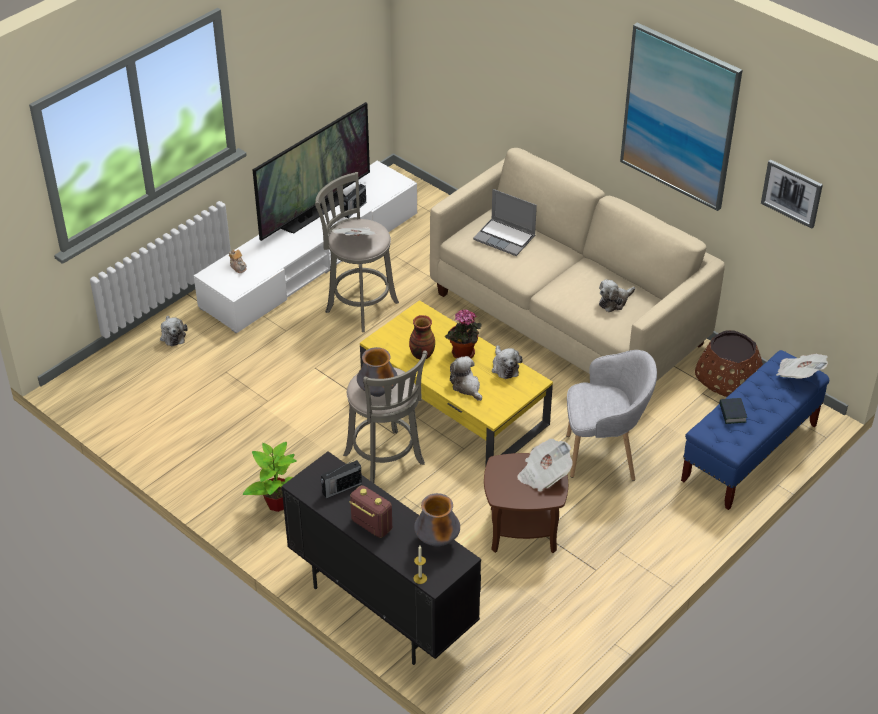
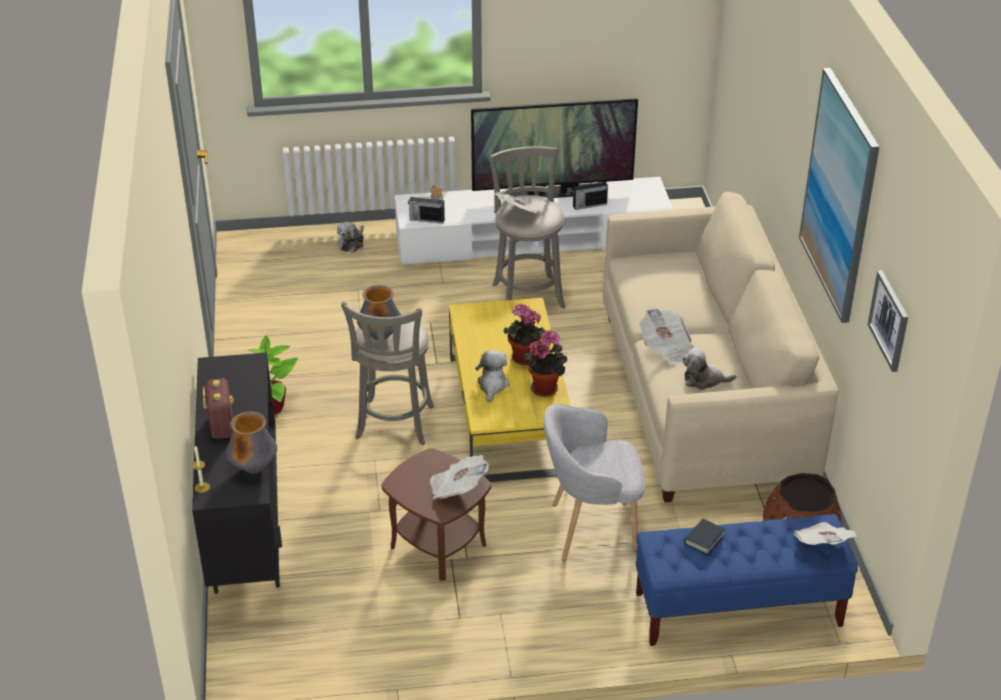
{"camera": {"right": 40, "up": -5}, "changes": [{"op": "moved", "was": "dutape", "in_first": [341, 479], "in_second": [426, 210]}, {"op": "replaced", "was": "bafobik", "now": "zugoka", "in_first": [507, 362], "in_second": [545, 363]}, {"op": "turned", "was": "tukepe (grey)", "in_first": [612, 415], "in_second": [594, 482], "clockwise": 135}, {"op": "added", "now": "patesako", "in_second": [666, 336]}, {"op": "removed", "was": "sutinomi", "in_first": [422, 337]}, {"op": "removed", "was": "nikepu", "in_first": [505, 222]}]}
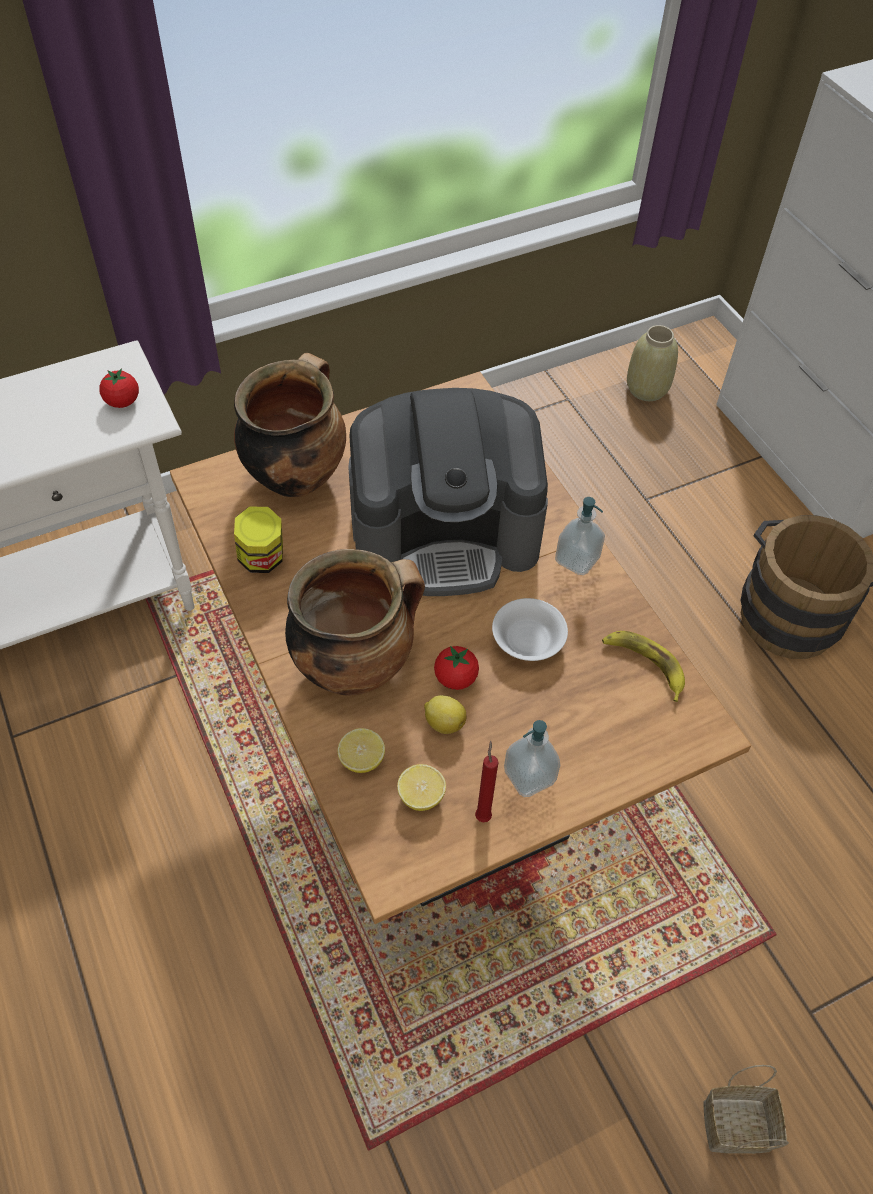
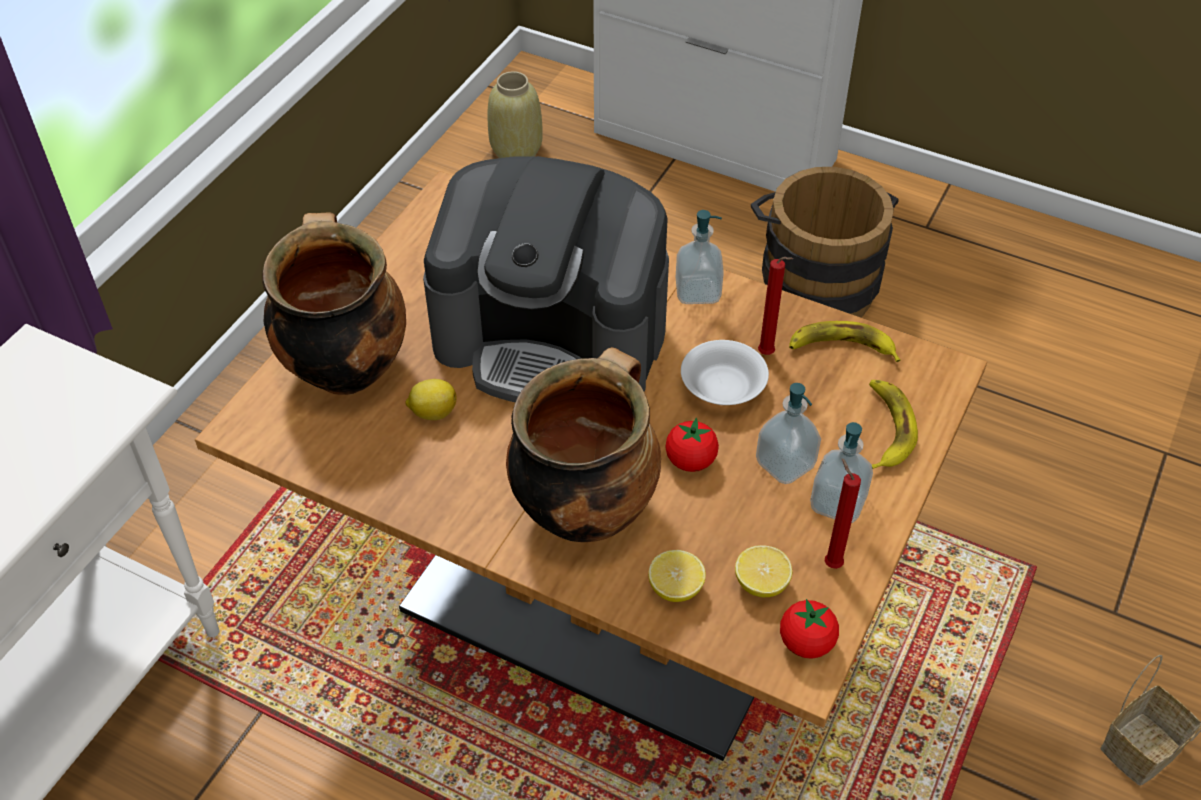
{"camera": {"right": -35, "up": -5}, "changes": [{"op": "moved", "was": "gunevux", "in_first": [445, 714], "in_second": [431, 399]}, {"op": "turned", "was": "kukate", "in_first": [448, 492], "in_second": [546, 279], "clockwise": 60}, {"op": "added", "now": "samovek", "in_second": [788, 433]}, {"op": "added", "now": "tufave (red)", "in_second": [775, 306]}, {"op": "moved", "was": "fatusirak", "in_first": [119, 388], "in_second": [809, 629]}, {"op": "added", "now": "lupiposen", "in_second": [893, 424]}, {"op": "removed", "was": "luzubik", "in_first": [258, 539]}]}
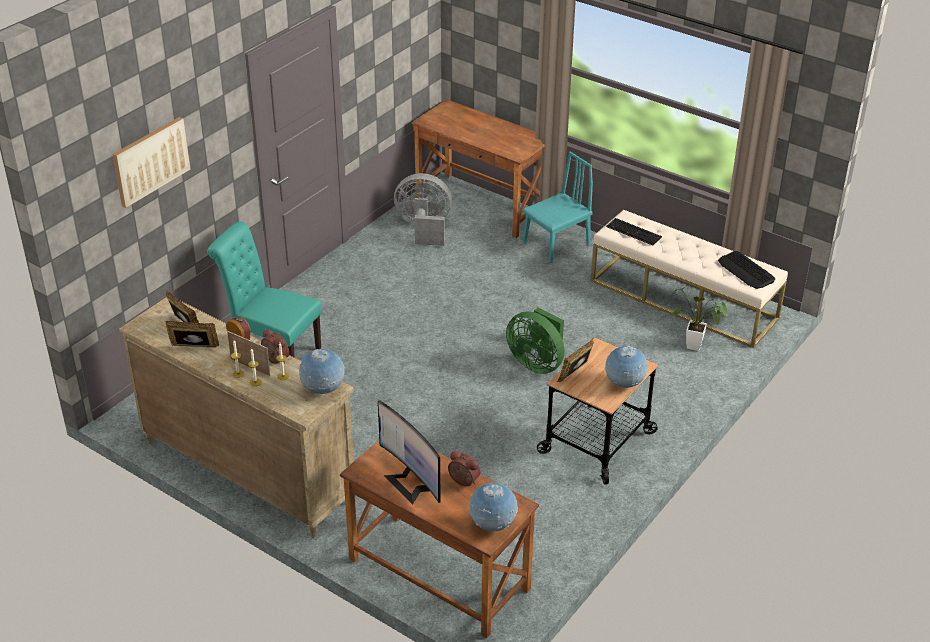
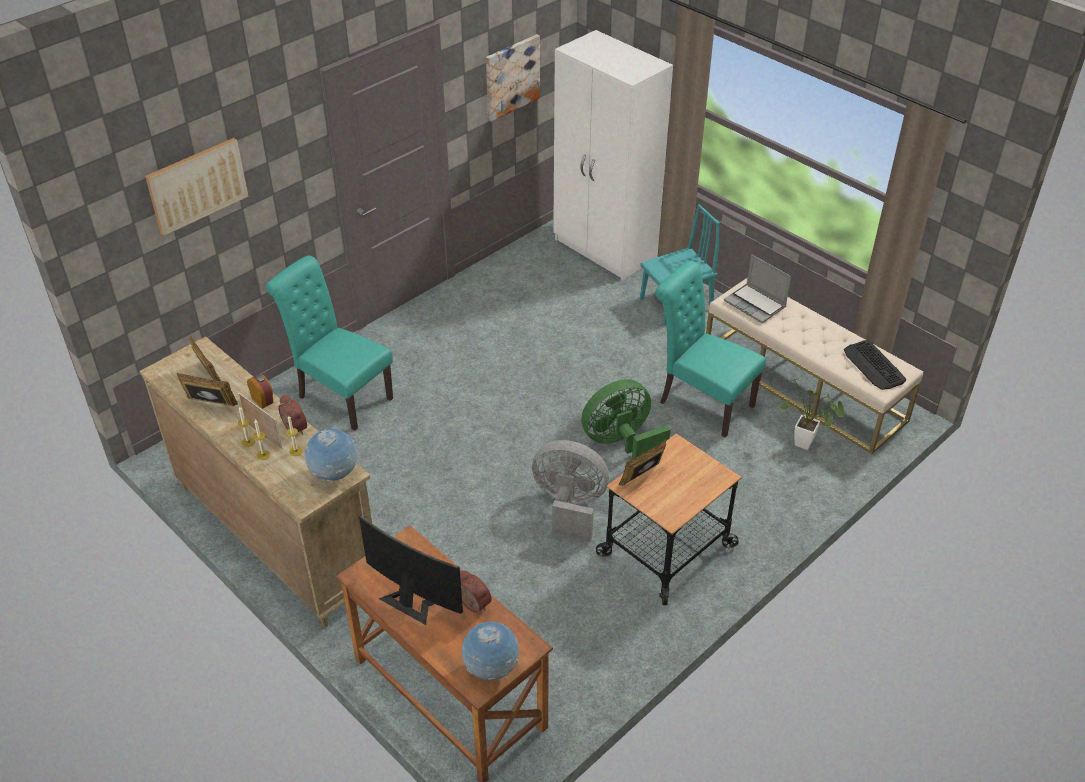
{"camera": {"right": 10, "up": 5}, "changes": [{"op": "turned", "was": "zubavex", "in_first": [409, 452], "in_second": [411, 570], "clockwise": 150}, {"op": "added", "now": "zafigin", "in_second": [513, 78]}, {"op": "moved", "was": "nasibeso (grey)", "in_first": [423, 209], "in_second": [570, 491]}, {"op": "replaced", "was": "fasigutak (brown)", "now": "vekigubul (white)", "in_first": [478, 168], "in_second": [613, 155]}, {"op": "turned", "was": "nasibeso (green)", "in_first": [535, 341], "in_second": [625, 419], "clockwise": 105}, {"op": "added", "now": "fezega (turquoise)", "in_second": [710, 349]}, {"op": "replaced", "was": "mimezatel", "now": "nikepu", "in_first": [634, 232], "in_second": [757, 288]}, {"op": "removed", "was": "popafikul", "in_first": [625, 367]}]}
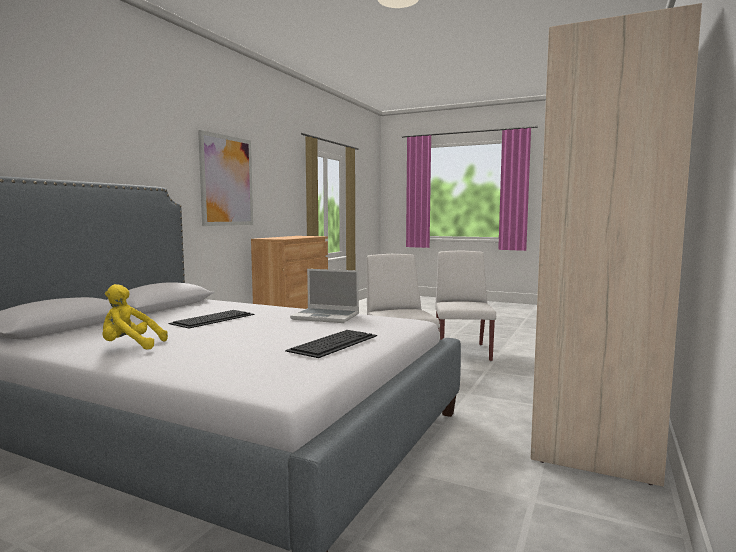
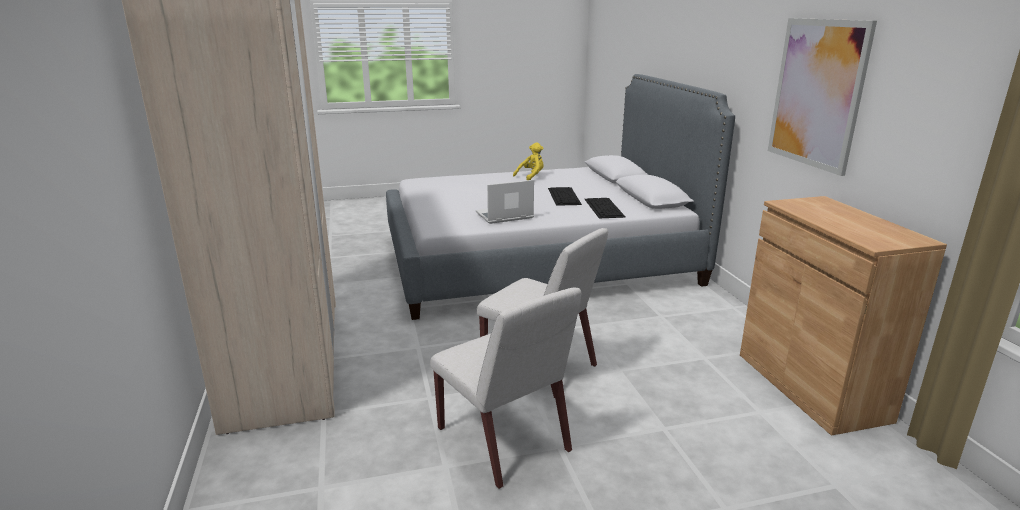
{"camera": {"right": 140, "up": 15}, "changes": [{"op": "moved", "was": "mimezatel", "in_first": [331, 344], "in_second": [605, 208]}]}
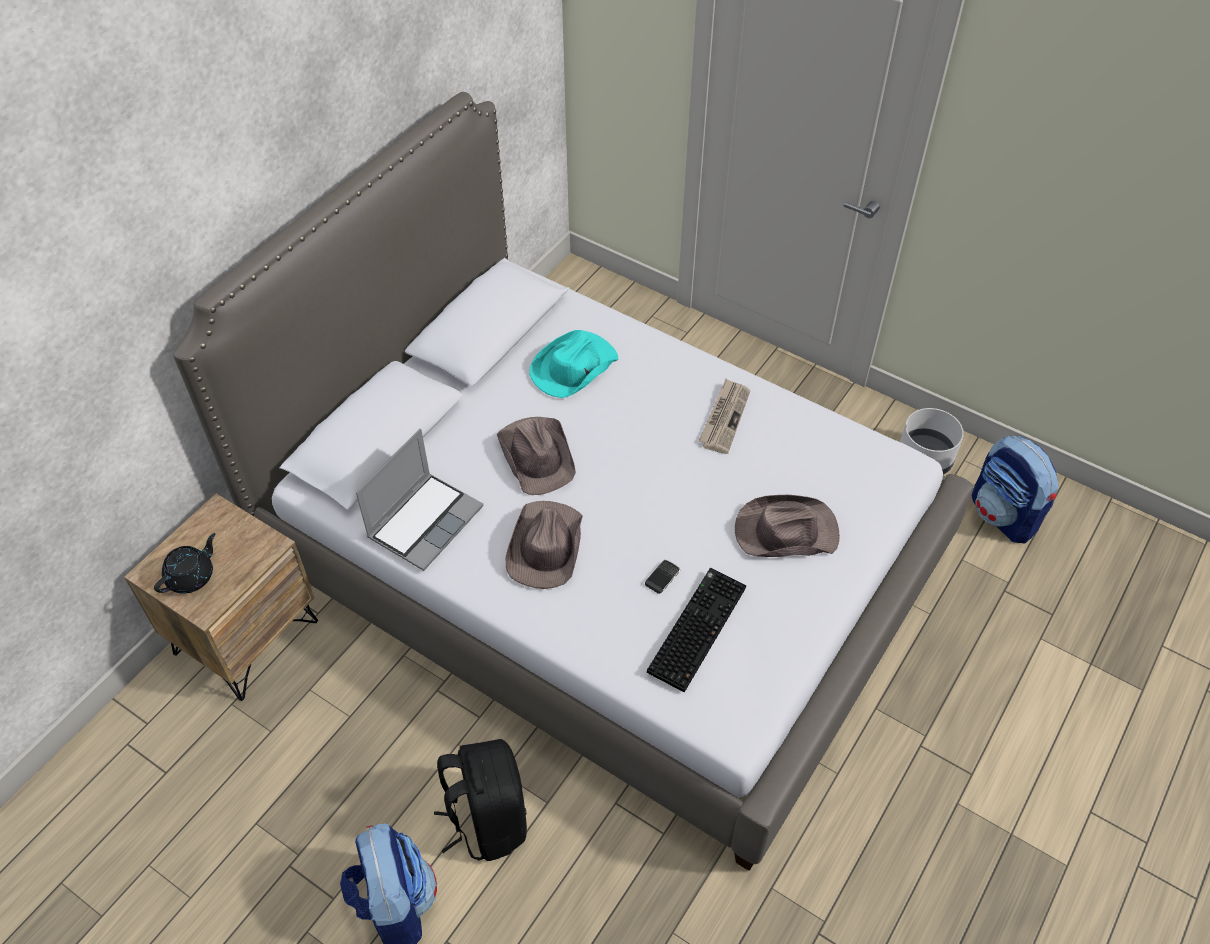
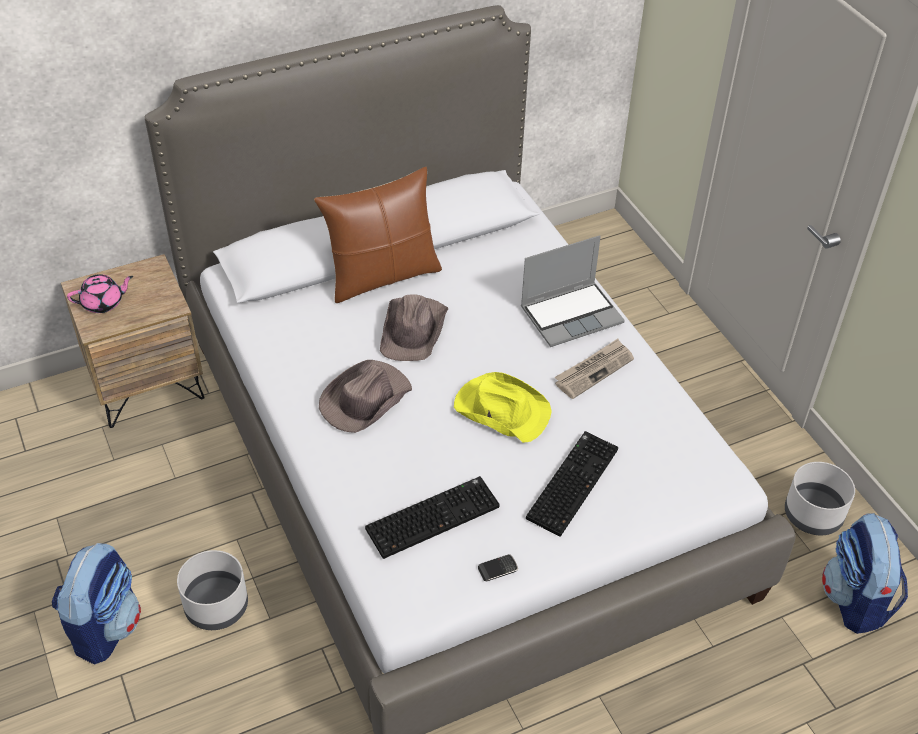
{"camera": {"right": 30, "up": -5}, "changes": [{"op": "recoloured", "was": "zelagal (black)", "now": "zelagal (pink)", "in_first": [184, 563], "in_second": [100, 293]}, {"op": "replaced", "was": "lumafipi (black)", "now": "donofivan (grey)", "in_first": [480, 800], "in_second": [212, 590]}, {"op": "added", "now": "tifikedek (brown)", "in_second": [378, 235]}, {"op": "added", "now": "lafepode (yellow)", "in_second": [503, 407]}, {"op": "moved", "was": "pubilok", "in_first": [662, 577], "in_second": [498, 567]}, {"op": "moved", "was": "nikepu", "in_first": [419, 500], "in_second": [573, 291]}, {"op": "replaced", "was": "lafepode (brown)", "now": "mimezatel", "in_first": [787, 526], "in_second": [572, 484]}, {"op": "removed", "was": "lafepode (turquoise)", "in_first": [574, 364]}]}
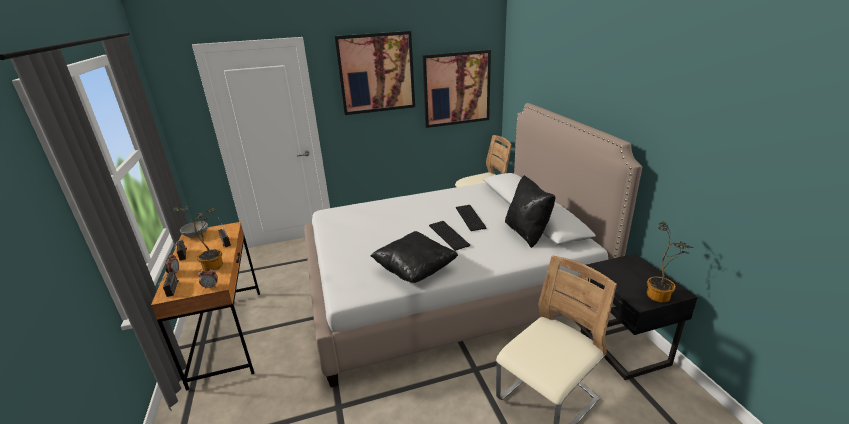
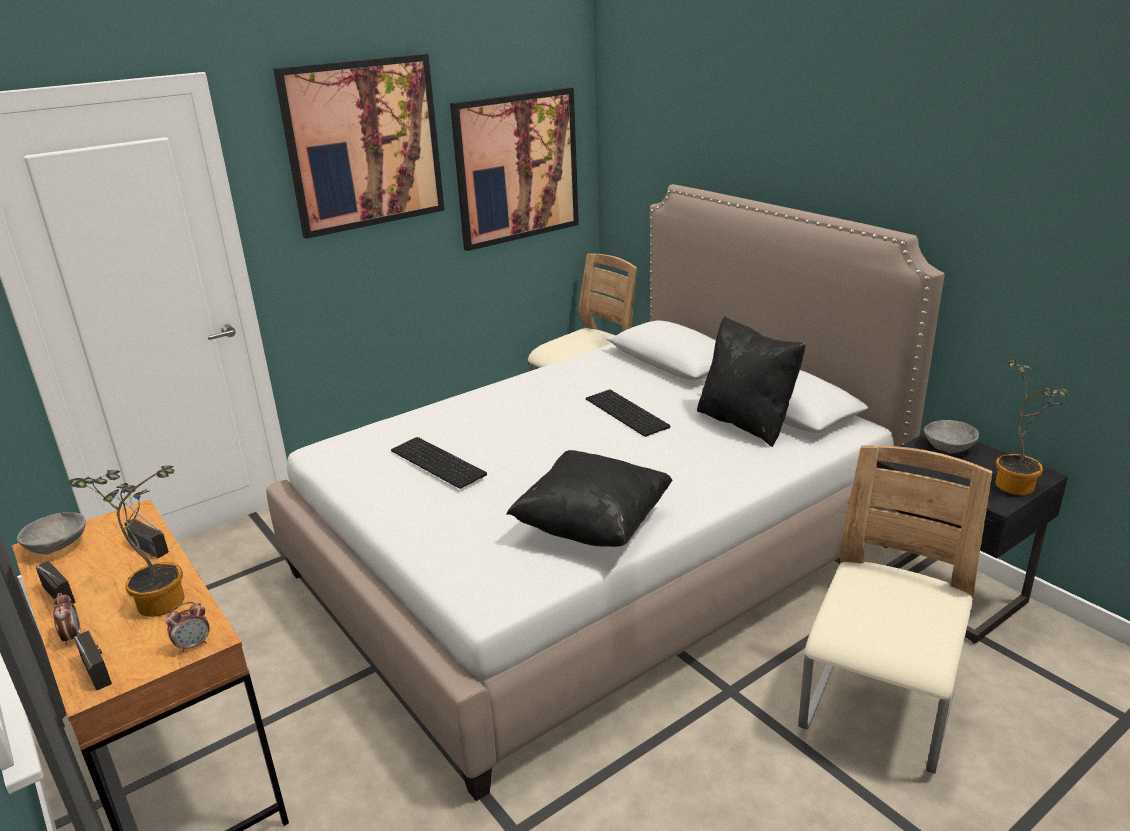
{"camera": {"right": -20, "up": 0}, "changes": [{"op": "moved", "was": "mimezatel", "in_first": [449, 236], "in_second": [439, 463]}, {"op": "added", "now": "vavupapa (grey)", "in_second": [951, 436]}]}
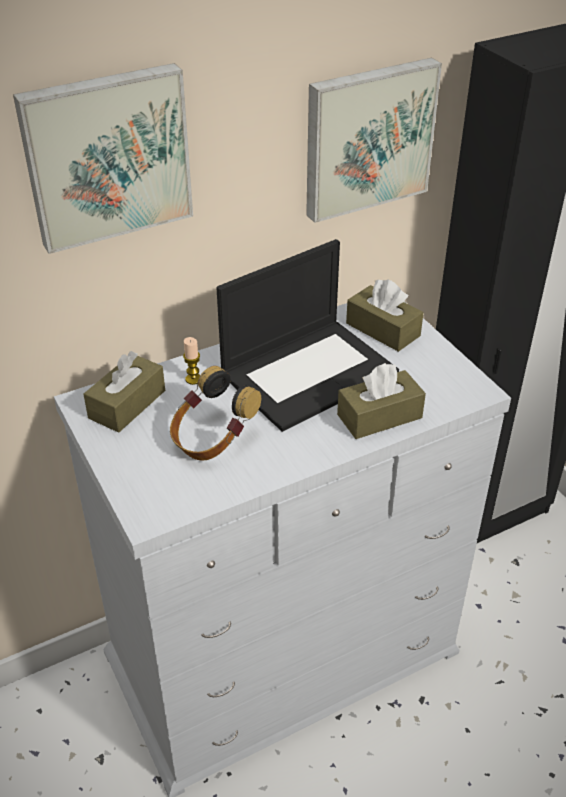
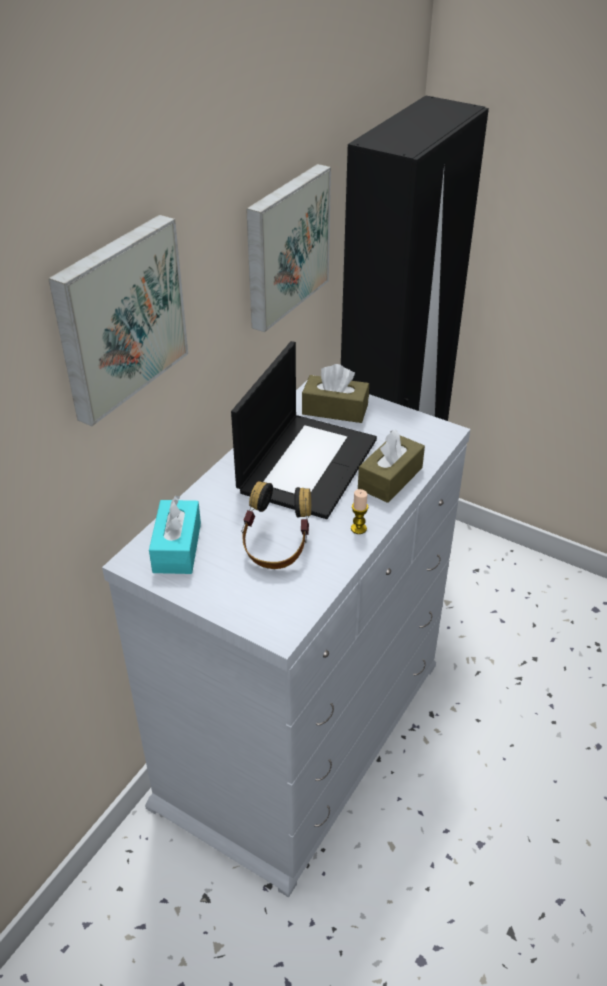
{"camera": {"right": -30, "up": 0}, "changes": [{"op": "recoloured", "was": "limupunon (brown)", "now": "limupunon (turquoise)", "in_first": [124, 391], "in_second": [175, 534]}, {"op": "moved", "was": "tufave", "in_first": [191, 361], "in_second": [359, 511]}]}
